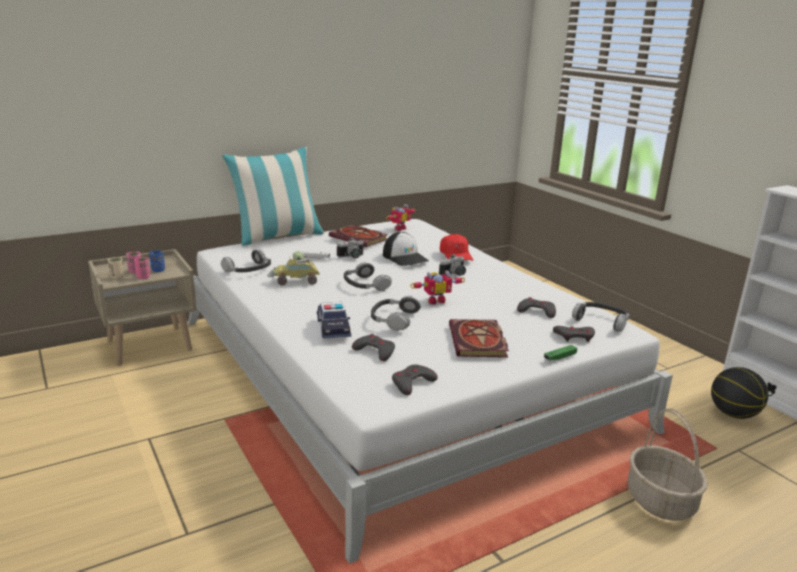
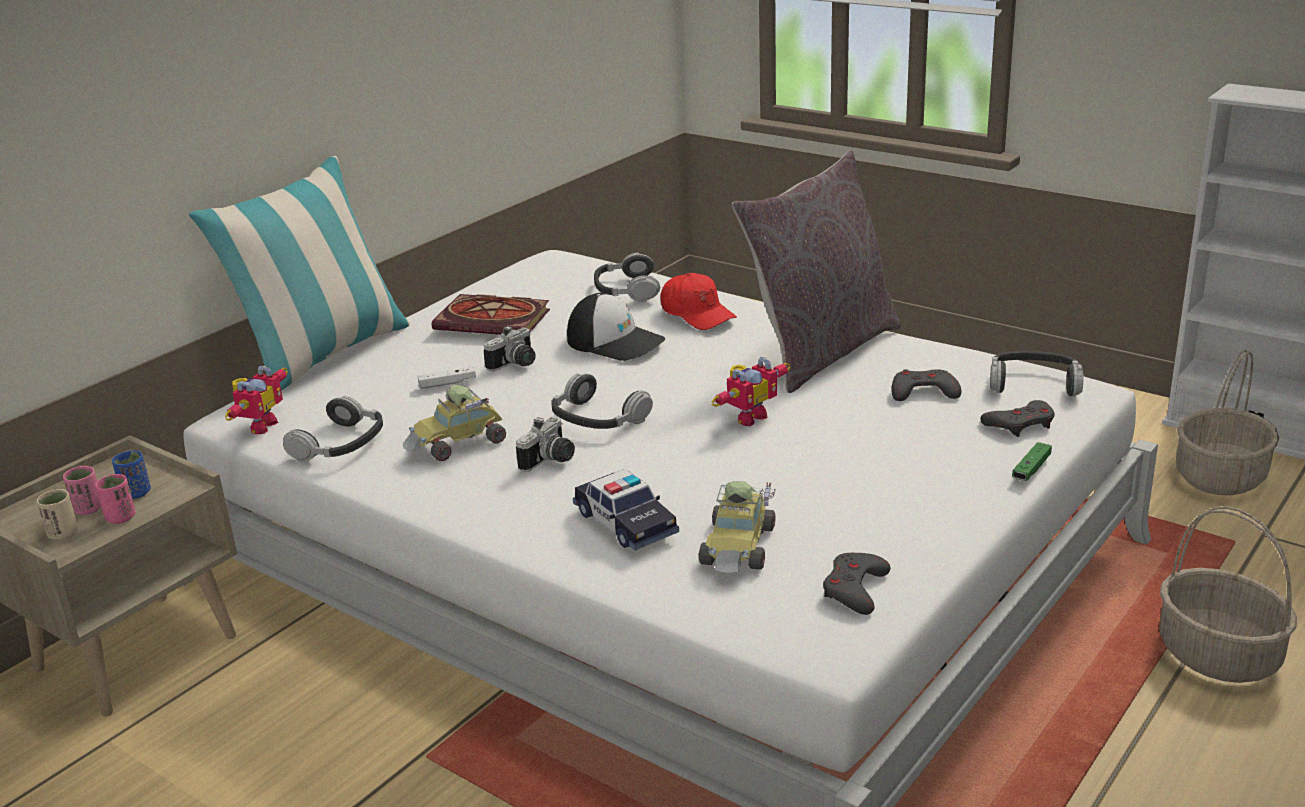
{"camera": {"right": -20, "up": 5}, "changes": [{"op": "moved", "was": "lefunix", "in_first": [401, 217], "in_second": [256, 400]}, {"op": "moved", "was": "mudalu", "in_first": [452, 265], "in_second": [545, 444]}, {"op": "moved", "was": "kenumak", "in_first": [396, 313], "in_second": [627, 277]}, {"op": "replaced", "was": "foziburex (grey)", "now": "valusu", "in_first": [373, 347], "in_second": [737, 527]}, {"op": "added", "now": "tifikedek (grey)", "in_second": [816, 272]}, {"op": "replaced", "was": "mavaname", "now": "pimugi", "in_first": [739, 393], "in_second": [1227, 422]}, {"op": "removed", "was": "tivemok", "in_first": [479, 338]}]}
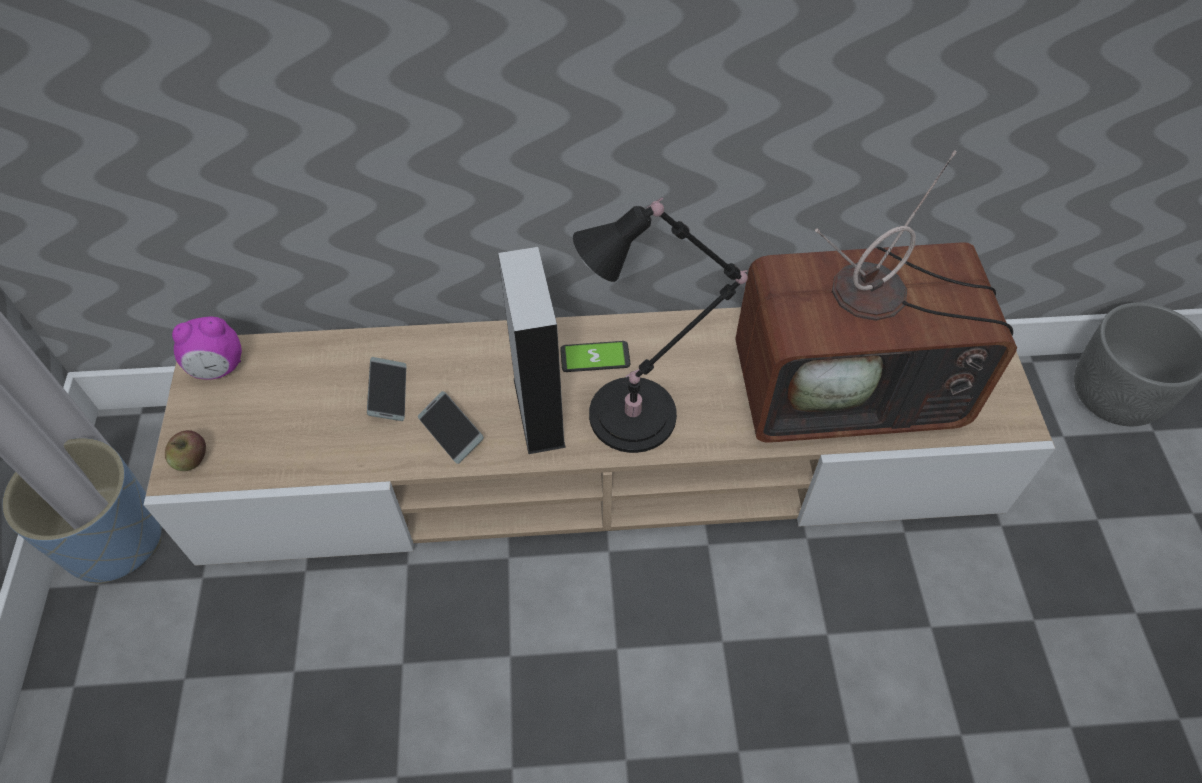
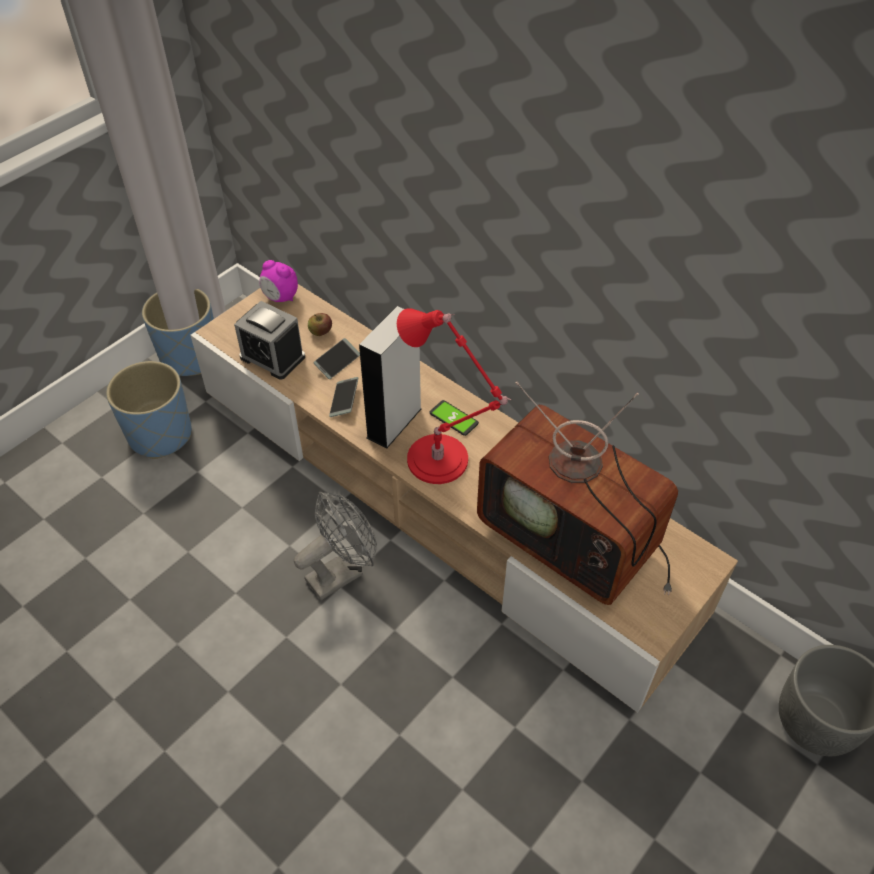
{"camera": {"right": 45, "up": -5}, "changes": [{"op": "added", "now": "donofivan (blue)", "in_second": [149, 410]}, {"op": "added", "now": "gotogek", "in_second": [269, 340]}, {"op": "added", "now": "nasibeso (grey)", "in_second": [335, 546]}, {"op": "moved", "was": "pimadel", "in_first": [185, 450], "in_second": [320, 324]}, {"op": "recoloured", "was": "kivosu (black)", "now": "kivosu (red)", "in_first": [660, 325], "in_second": [454, 396]}]}
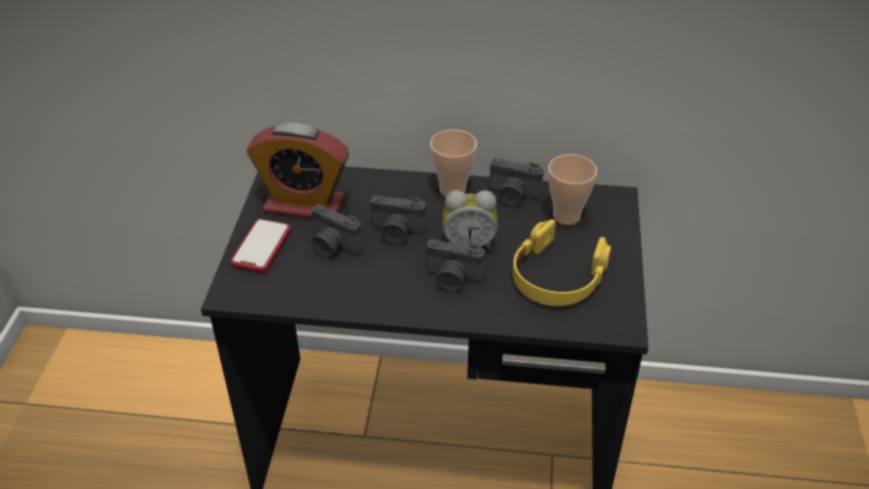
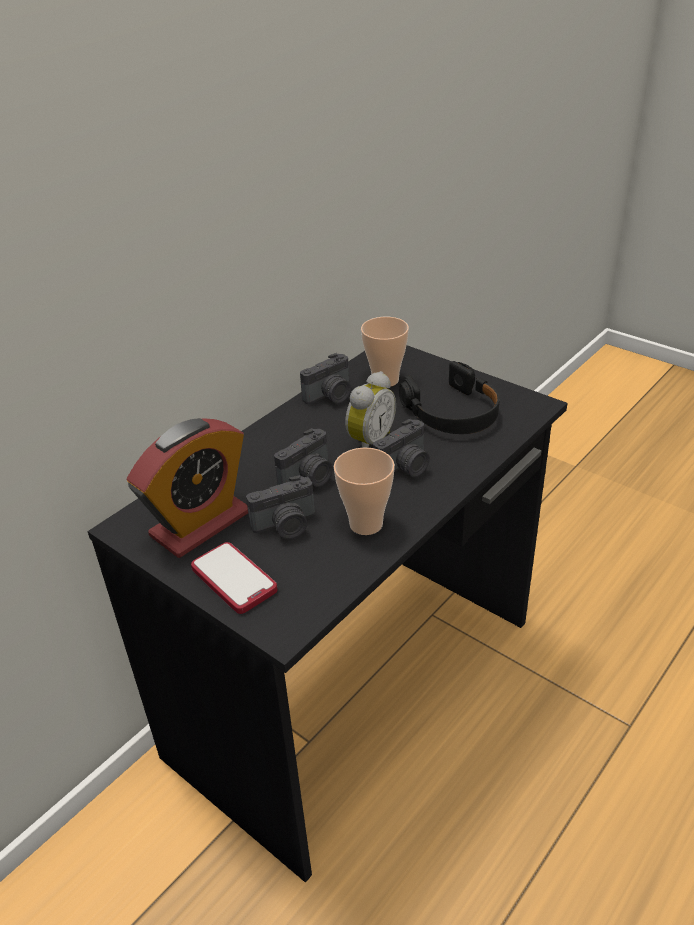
{"camera": {"right": -55, "up": -5}, "changes": [{"op": "moved", "was": "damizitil", "in_first": [453, 163], "in_second": [364, 491]}, {"op": "recoloured", "was": "kenumak (yellow)", "now": "kenumak (black)", "in_first": [562, 262], "in_second": [449, 397]}]}
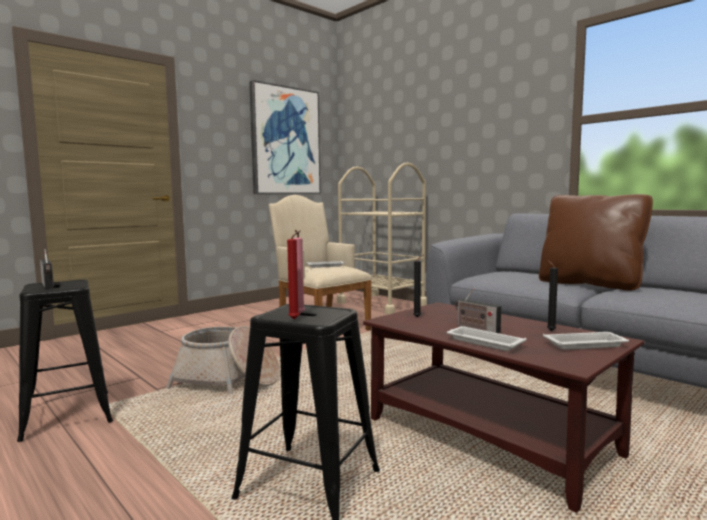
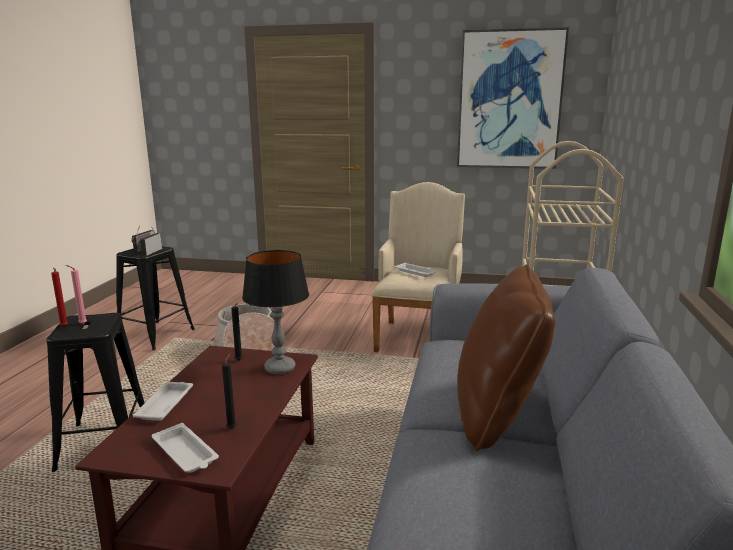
{"camera": {"right": 55, "up": 10}, "changes": [{"op": "moved", "was": "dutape", "in_first": [478, 310], "in_second": [151, 241]}, {"op": "added", "now": "kivosu", "in_second": [275, 312]}]}
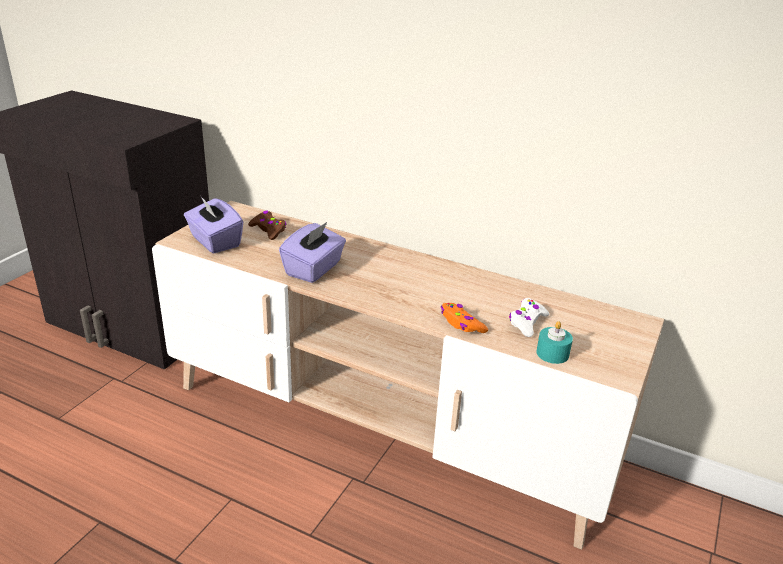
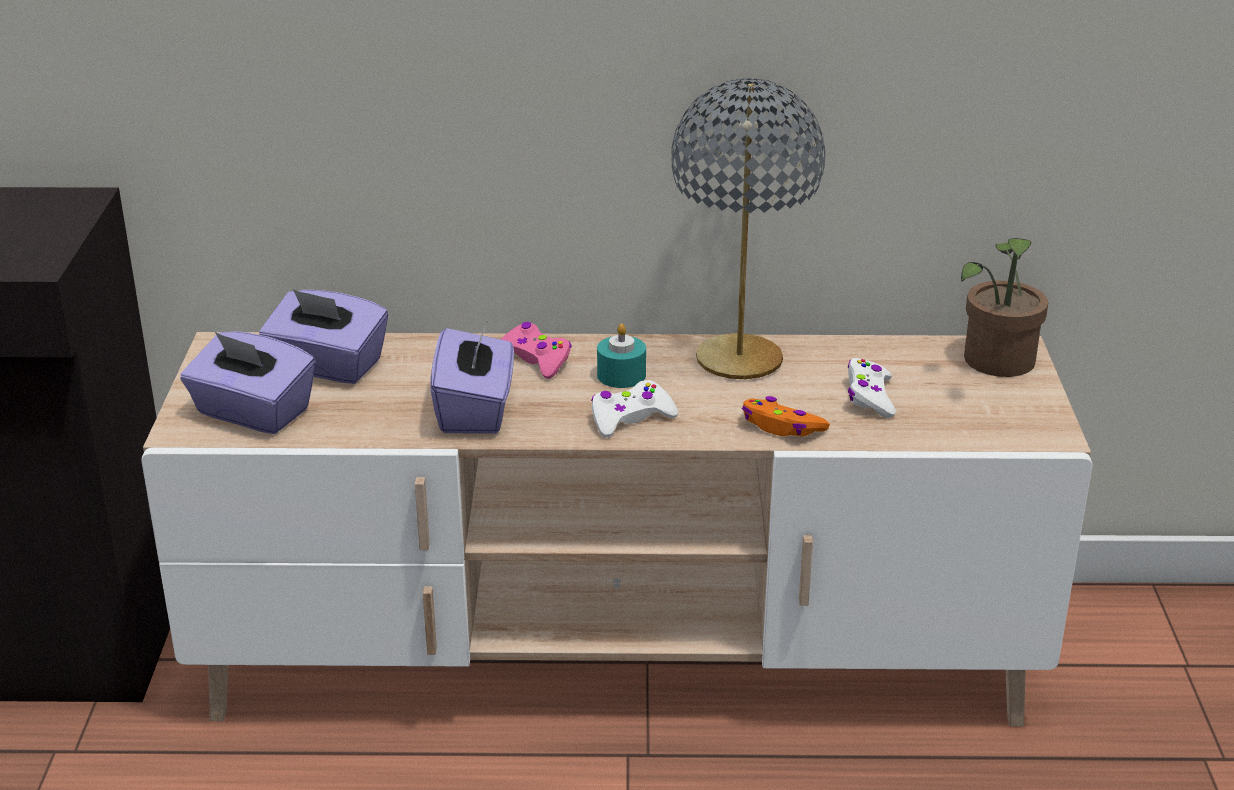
{"camera": {"right": -25, "up": 0}, "changes": [{"op": "replaced", "was": "foziburex (brown)", "now": "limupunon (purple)", "in_first": [267, 225], "in_second": [323, 336]}, {"op": "added", "now": "foziburex (pink)", "in_second": [536, 350]}, {"op": "added", "now": "foziburex (white)", "in_second": [634, 408]}, {"op": "moved", "was": "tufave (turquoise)", "in_first": [554, 342], "in_second": [621, 356]}, {"op": "added", "now": "kivosu (grey)", "in_second": [748, 228]}, {"op": "added", "now": "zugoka", "in_second": [1004, 307]}]}
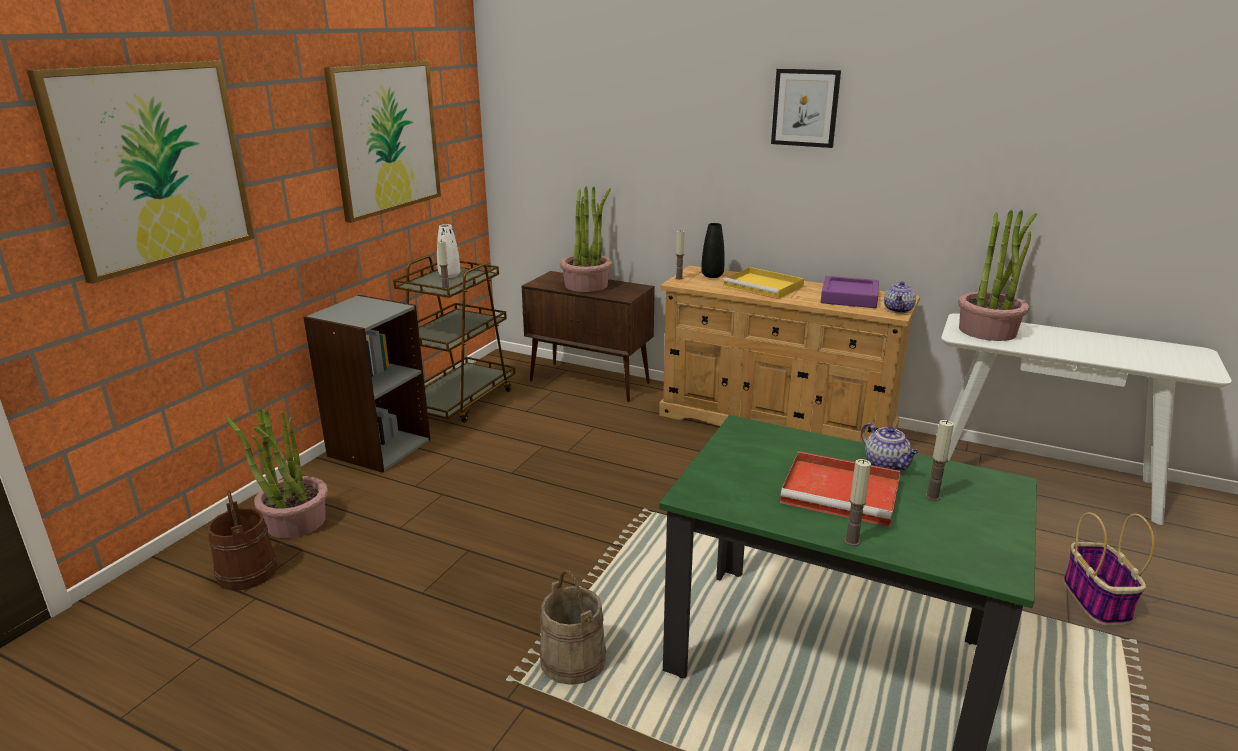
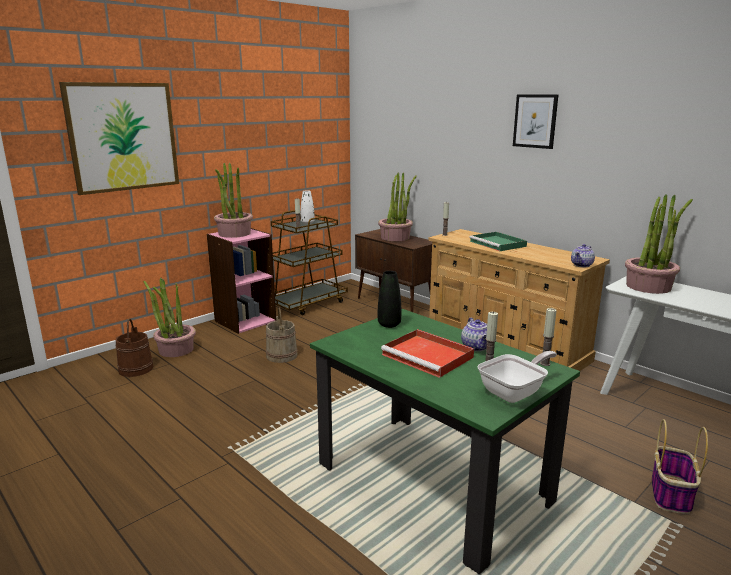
{"camera": {"right": 20, "up": -5}, "changes": [{"op": "recoloured", "was": "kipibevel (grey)", "now": "kipibevel (pink)", "in_first": [366, 384], "in_second": [241, 281]}, {"op": "added", "now": "zugoka", "in_second": [233, 200]}, {"op": "moved", "was": "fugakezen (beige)", "in_first": [572, 627], "in_second": [282, 335]}, {"op": "moved", "was": "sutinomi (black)", "in_first": [713, 250], "in_second": [389, 299]}, {"op": "recoloured", "was": "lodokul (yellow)", "now": "lodokul (green)", "in_first": [763, 283], "in_second": [498, 241]}, {"op": "added", "now": "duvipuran", "in_second": [517, 377]}, {"op": "moved", "was": "tufave", "in_first": [857, 502], "in_second": [548, 337]}, {"op": "removed", "was": "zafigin", "in_first": [382, 141]}, {"op": "removed", "was": "lodokul (purple)", "in_first": [850, 292]}]}
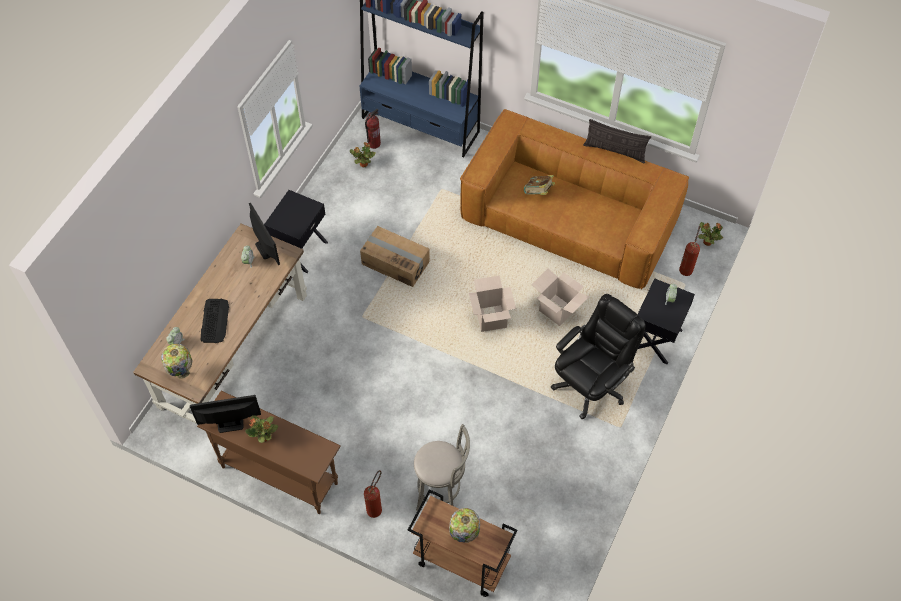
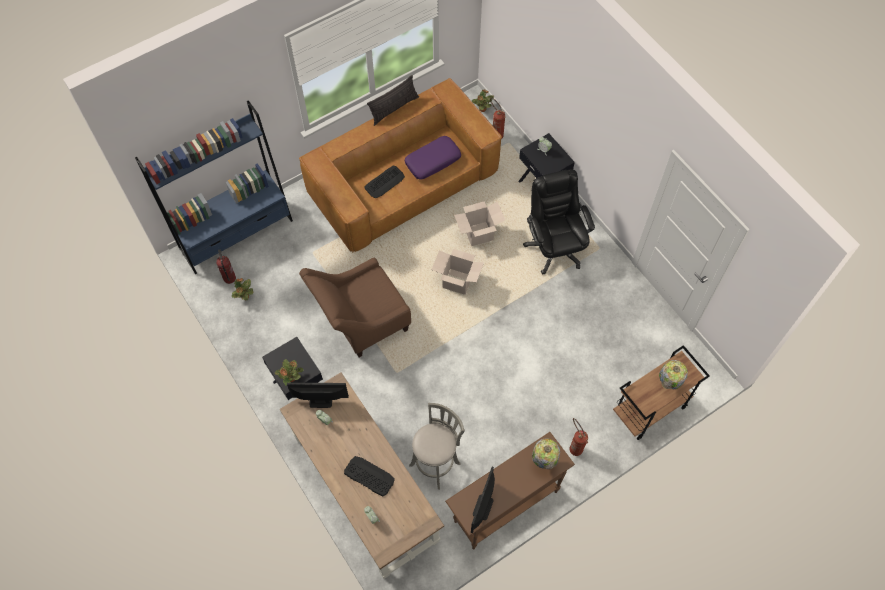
{"camera": {"right": -60, "up": 5}, "changes": [{"op": "moved", "was": "zugoka", "in_first": [261, 429], "in_second": [289, 372]}, {"op": "replaced", "was": "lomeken", "now": "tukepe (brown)", "in_first": [395, 256], "in_second": [355, 307]}, {"op": "replaced", "was": "tivemok", "now": "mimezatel", "in_first": [539, 185], "in_second": [384, 182]}, {"op": "added", "now": "tifikedek (purple)", "in_second": [433, 158]}, {"op": "moved", "was": "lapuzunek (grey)", "in_first": [442, 467], "in_second": [437, 446]}, {"op": "moved", "was": "kivosu", "in_first": [176, 361], "in_second": [546, 454]}]}
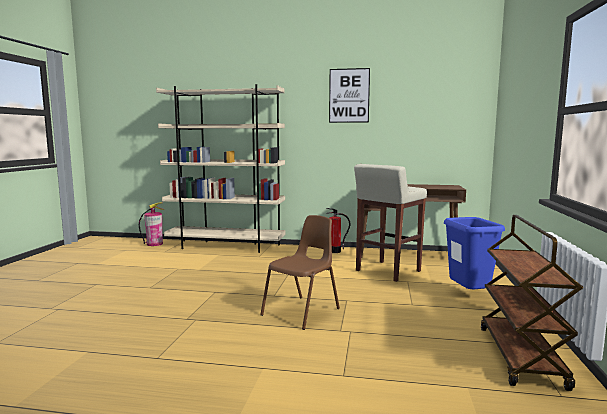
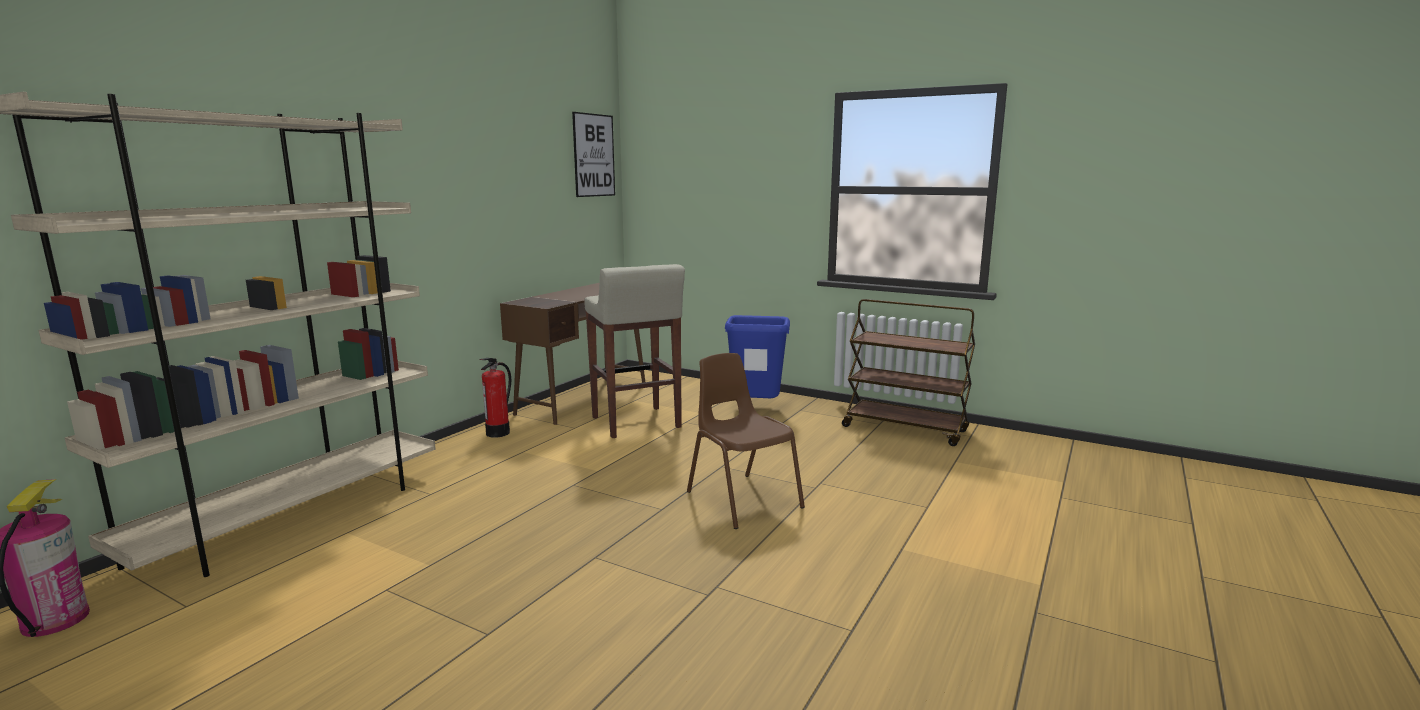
{"camera": {"right": -70, "up": 5}, "changes": [{"op": "moved", "was": "zafigin", "in_first": [349, 95], "in_second": [593, 154]}]}
